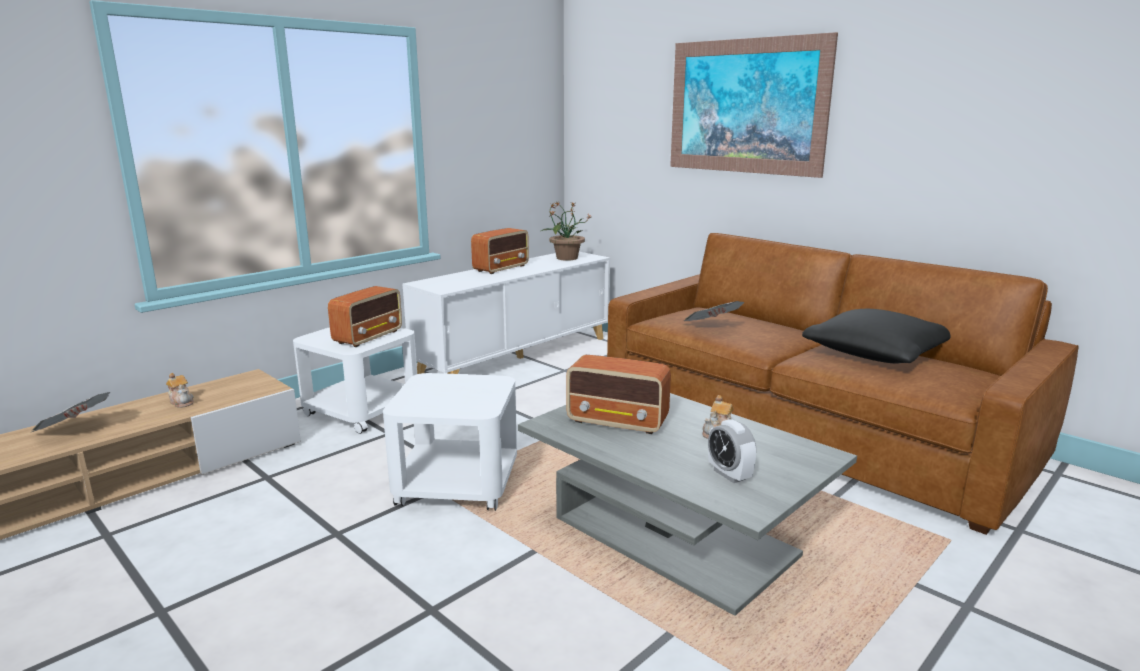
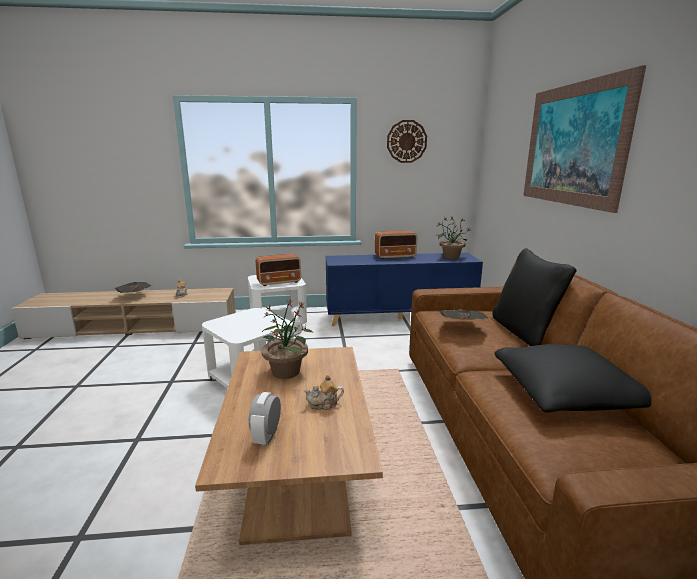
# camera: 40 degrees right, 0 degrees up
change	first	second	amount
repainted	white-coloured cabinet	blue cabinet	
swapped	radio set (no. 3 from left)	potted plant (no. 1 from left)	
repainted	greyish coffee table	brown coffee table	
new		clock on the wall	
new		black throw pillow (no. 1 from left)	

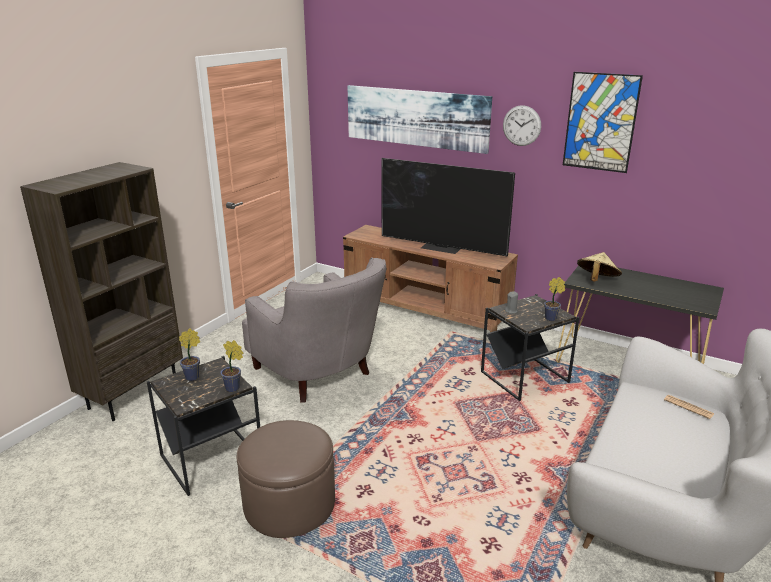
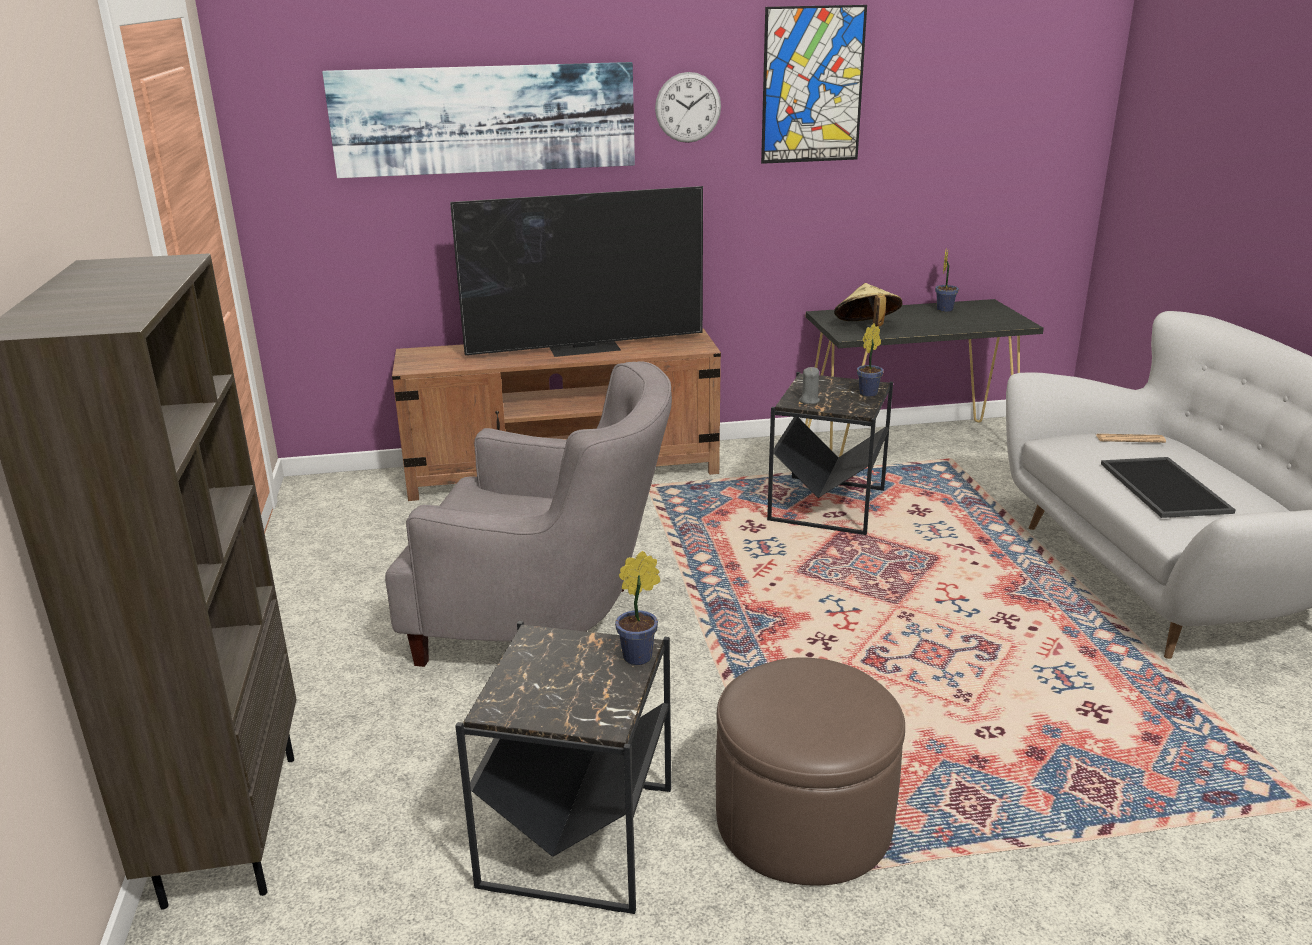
# camera: 40 degrees left, 0 degrees up
change	first	second	amount
shifted	potted plant (no. 1 from left in the first image)	potted plant (no. 3 from left)	
new		carrying tray	

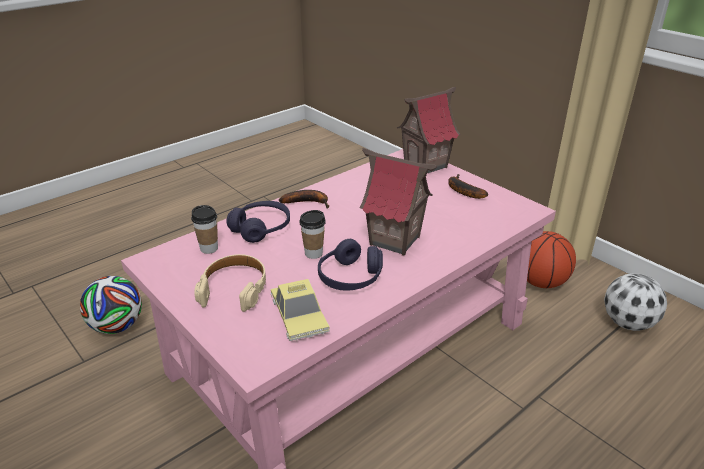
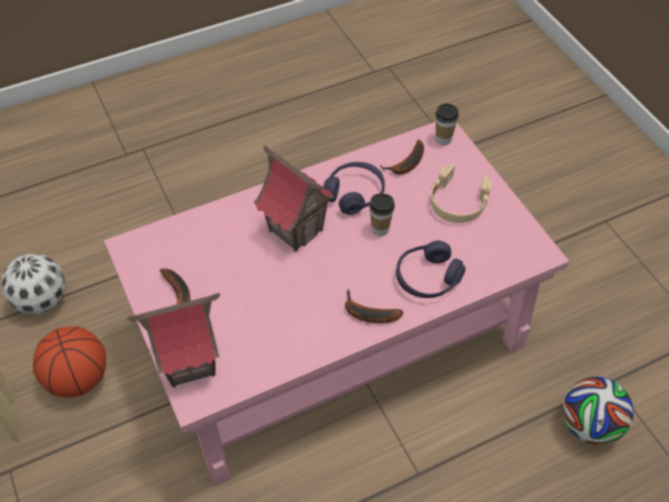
# camera: 165 degrees left, 20 degrees up
change	first	second	amount
shifted	drinking cup (no. 1 from left in the first image)	drinking cup (no. 2 from left)	
swapped	miniature car	banana (no. 3 from left)	

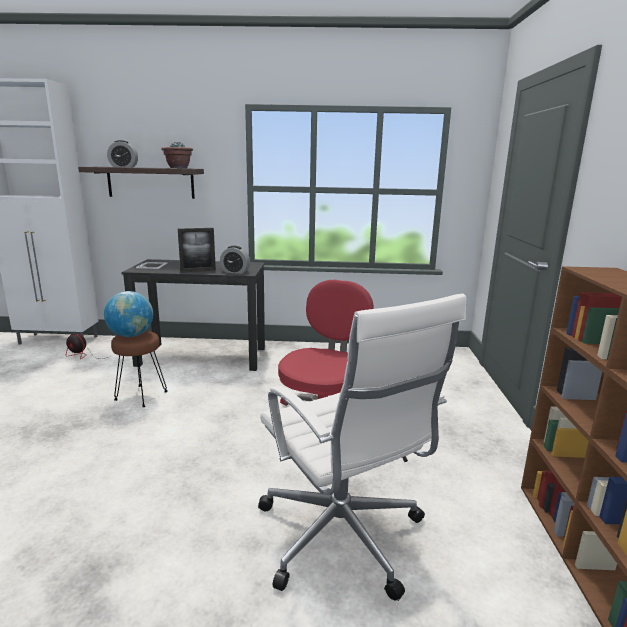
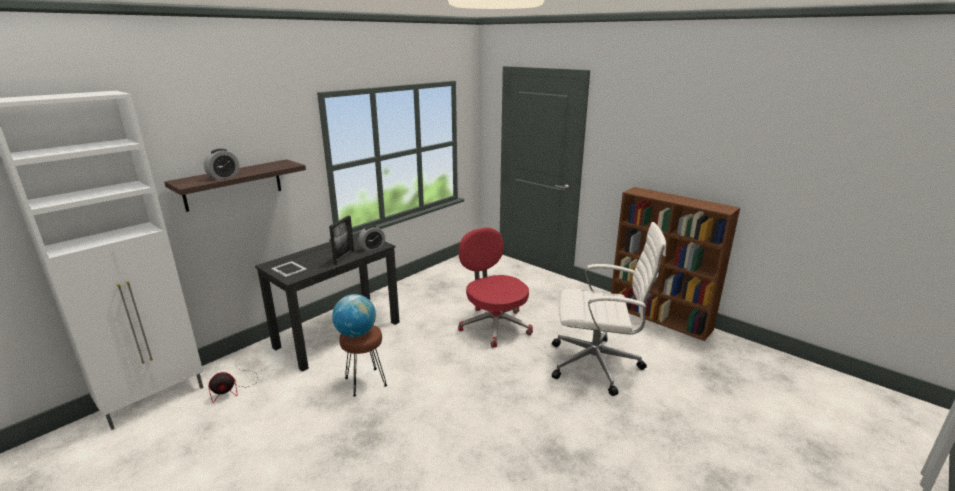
# camera: 50 degrees left, 5 degrees up
change	first	second	amount
gone	potted plant		

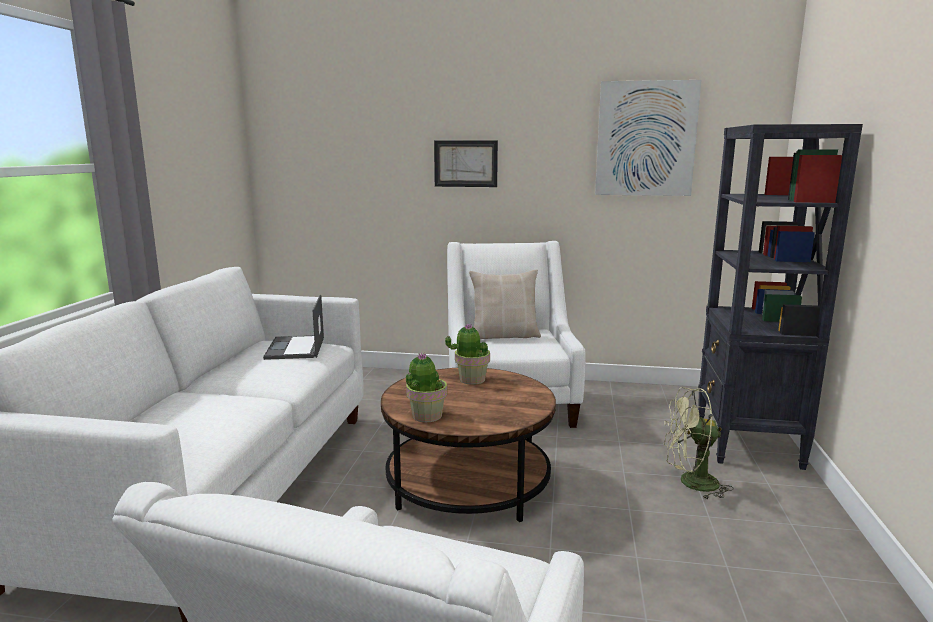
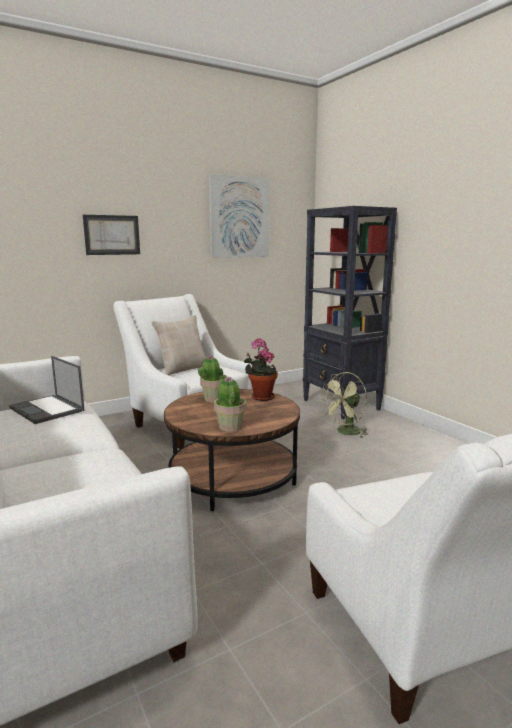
# camera: 40 degrees left, 0 degrees up
change	first	second	amount
new		potted plant (no. 3 from left)	

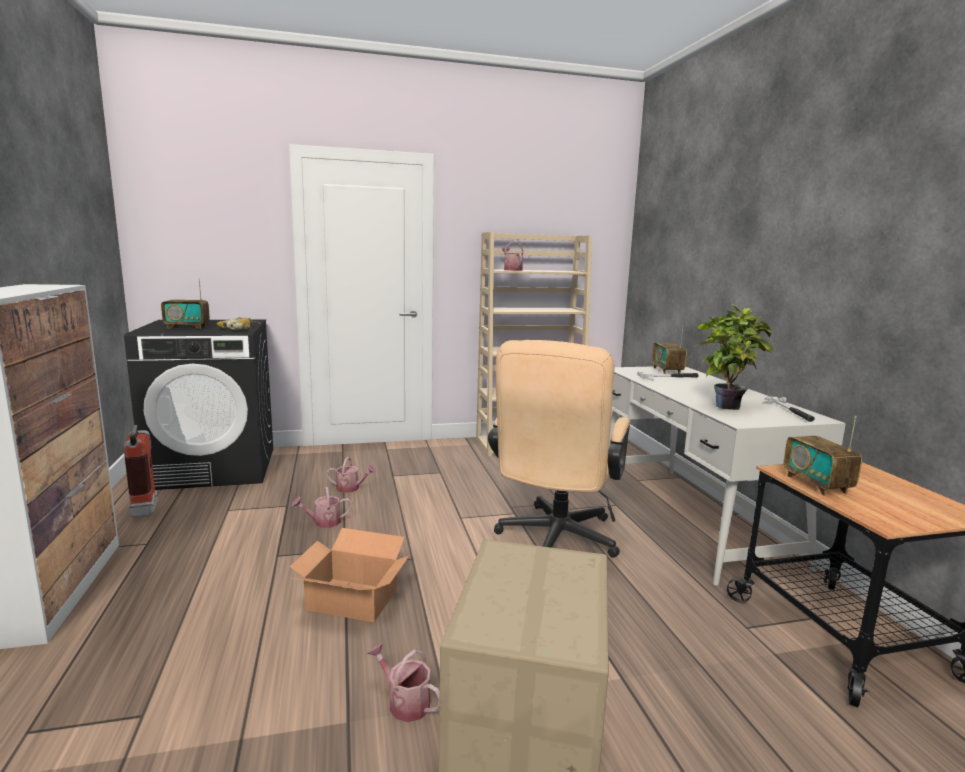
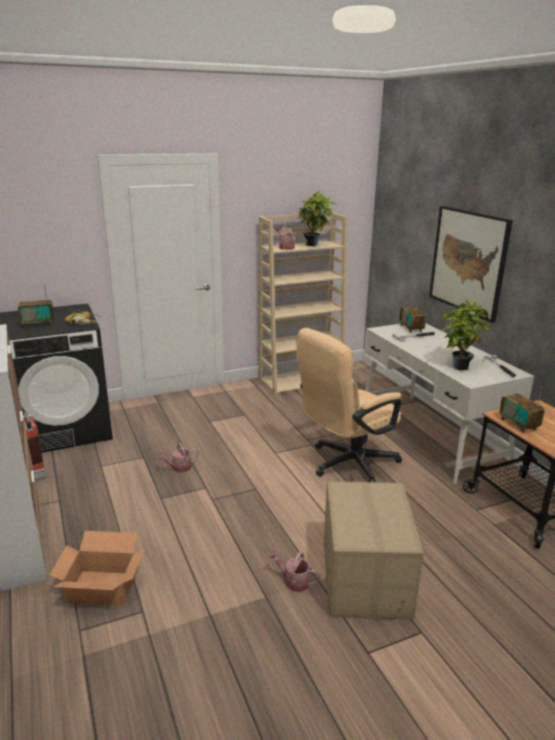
# camera: 10 degrees left, 10 degrees up
change	first	second	amount
rotated	beige desk chair		45 degrees clockwise
gone	watering can (no. 2 from left)		
shifted	cardboard box (no. 1 from left)		
new		potted plant (no. 1 from left)	
new		wall picture	

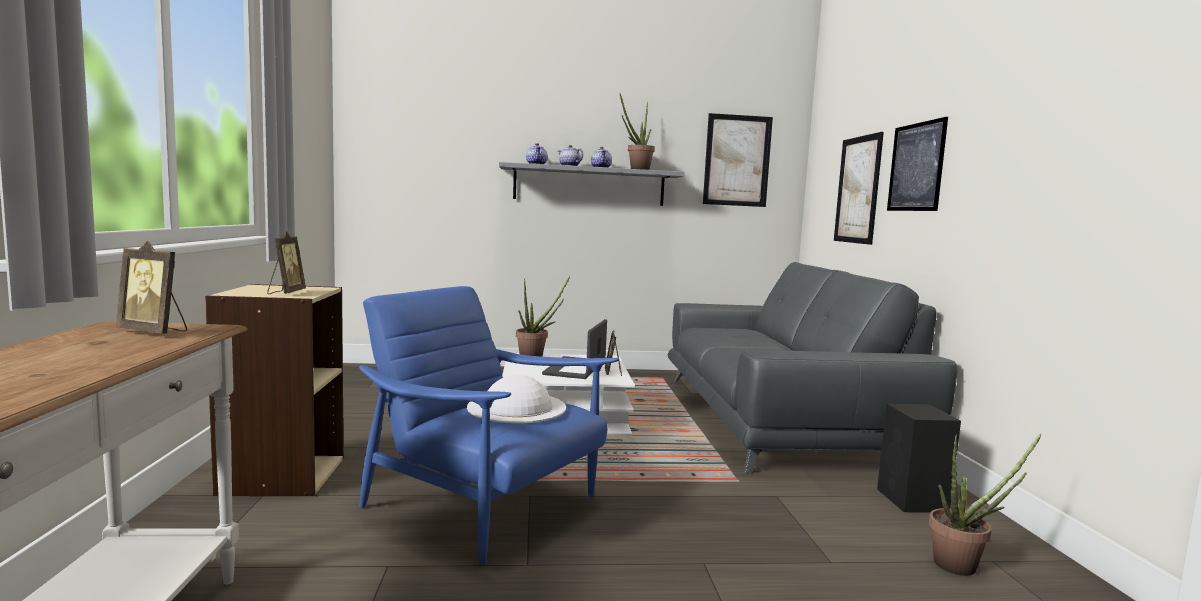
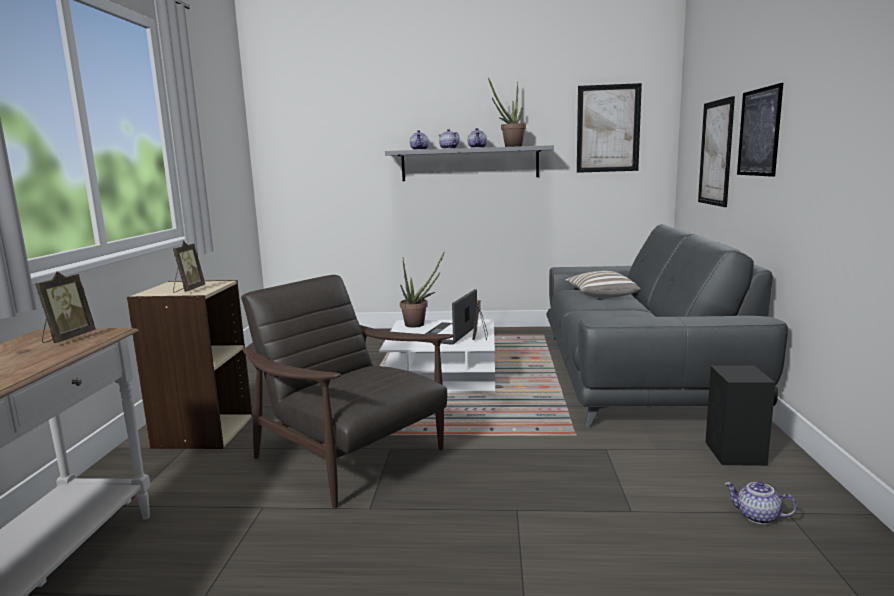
# camera: 10 degrees right, 5 degrees up
change	first	second	amount
rotated	standing frame (no. 1 from left)		105 degrees counterclockwise
repainted	blue easy chair	brown easy chair	
gone	white-coloured wearable hat		
swapped	potted plant (no. 3 from left)	teapot (no. 4 from left)	
new		throw pillow	

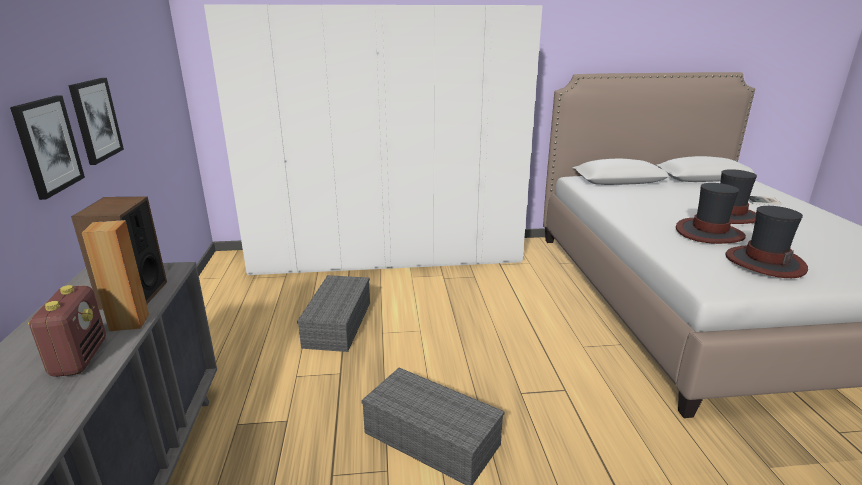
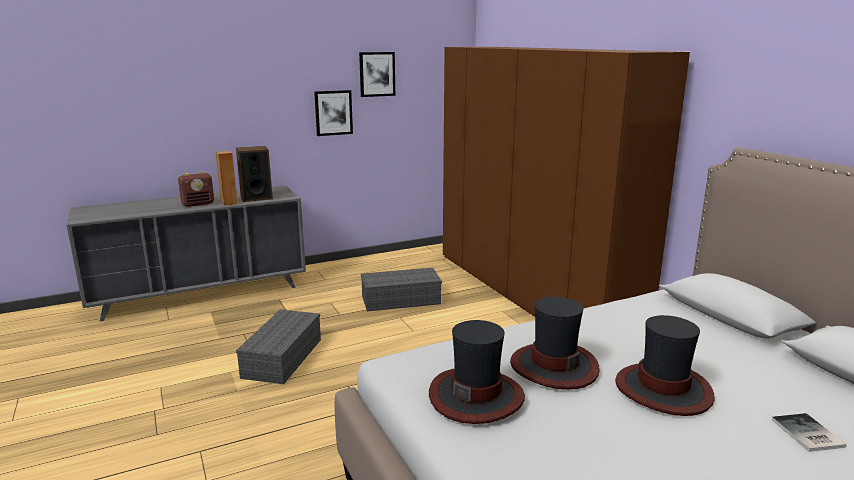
# camera: 70 degrees right, 5 degrees down
change	first	second	amount
repainted	white-coloured armoire	brown armoire	
shifted	wall picture (no. 1 from left in the first image)	wall picture (no. 2 from left)	

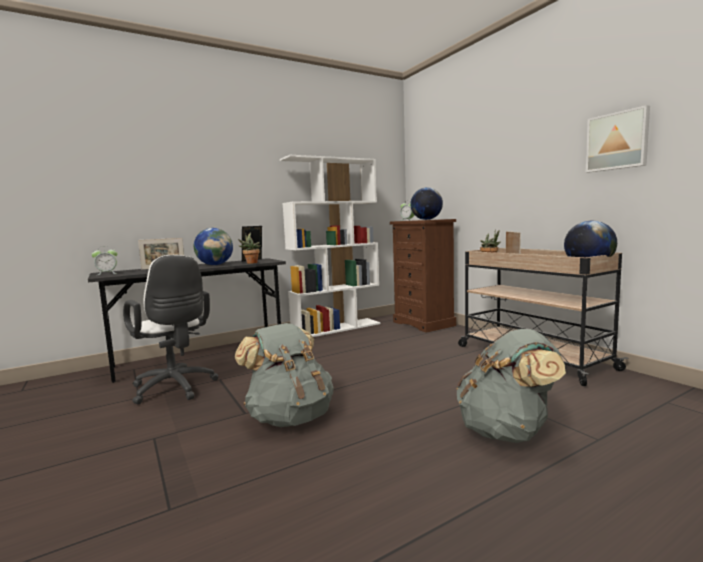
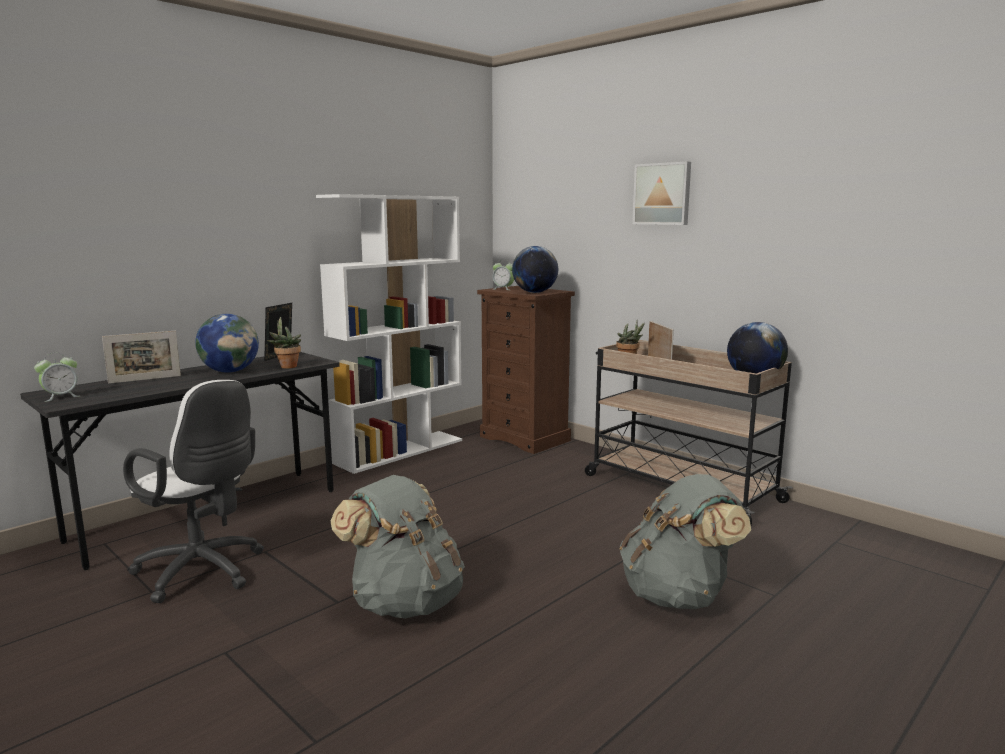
# camera: 15 degrees left, 5 degrees up
change	first	second	amount
shifted	wall picture		

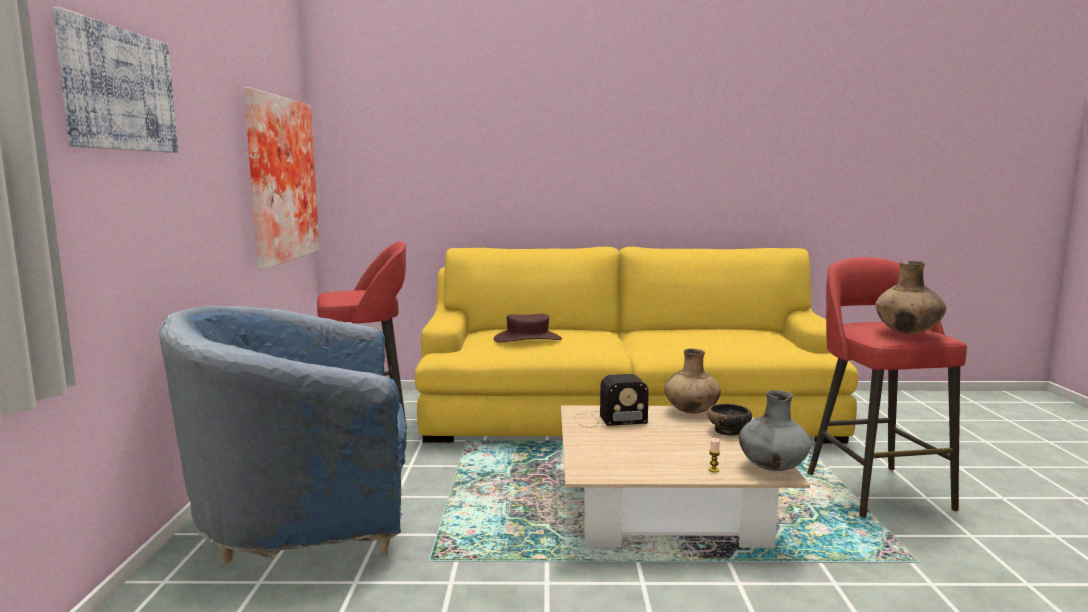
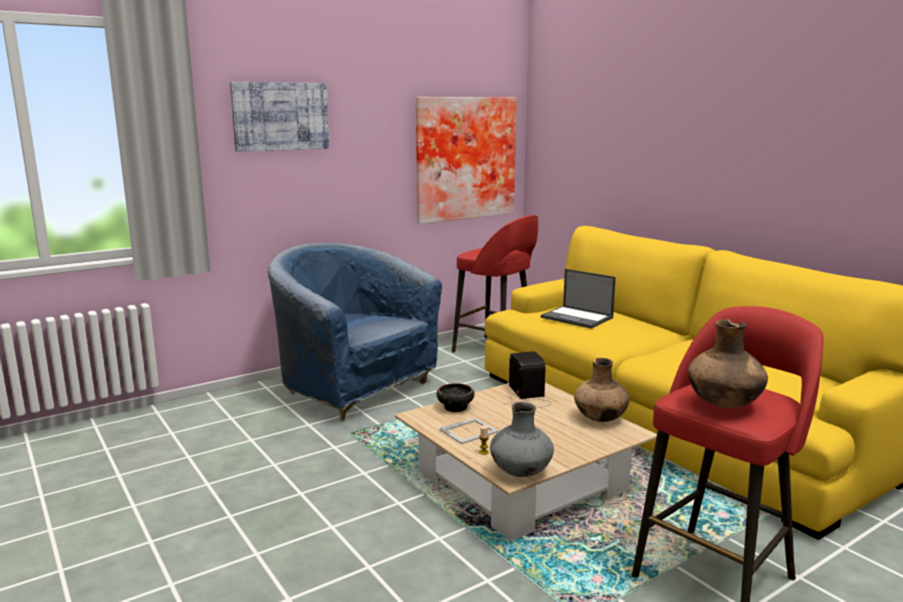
# camera: 55 degrees right, 5 degrees up
change	first	second	amount
swapped	brown wearable hat	notebook computer	
rotated	radio set		150 degrees counterclockwise
shifted	deep dish		
new		standing frame	

